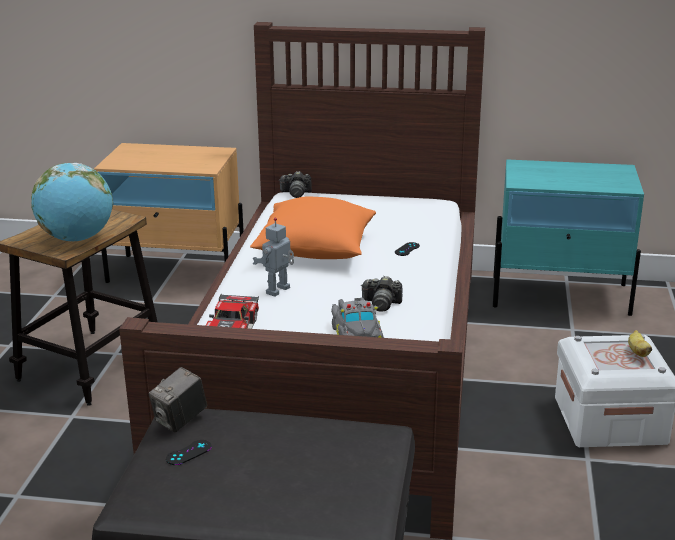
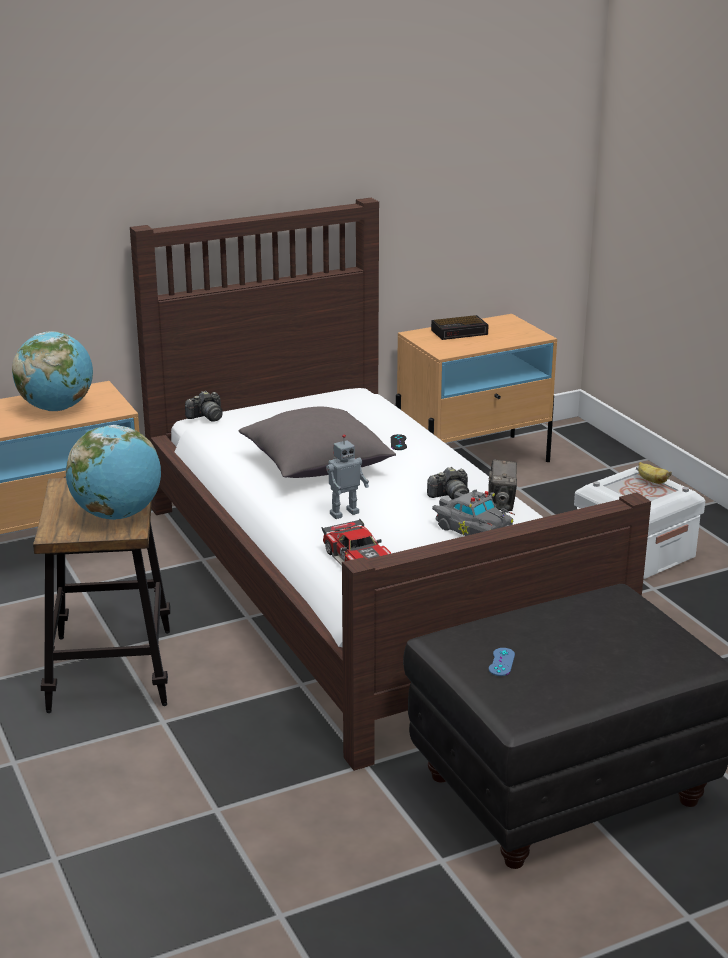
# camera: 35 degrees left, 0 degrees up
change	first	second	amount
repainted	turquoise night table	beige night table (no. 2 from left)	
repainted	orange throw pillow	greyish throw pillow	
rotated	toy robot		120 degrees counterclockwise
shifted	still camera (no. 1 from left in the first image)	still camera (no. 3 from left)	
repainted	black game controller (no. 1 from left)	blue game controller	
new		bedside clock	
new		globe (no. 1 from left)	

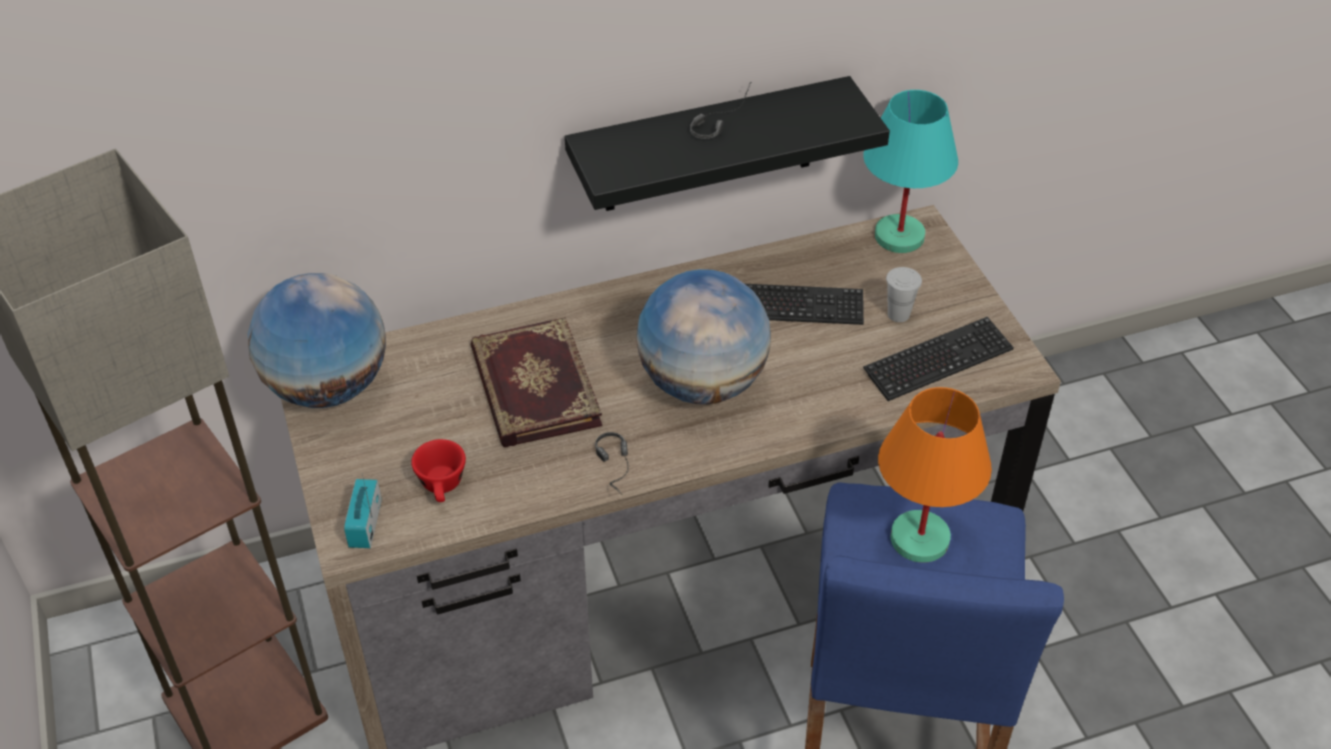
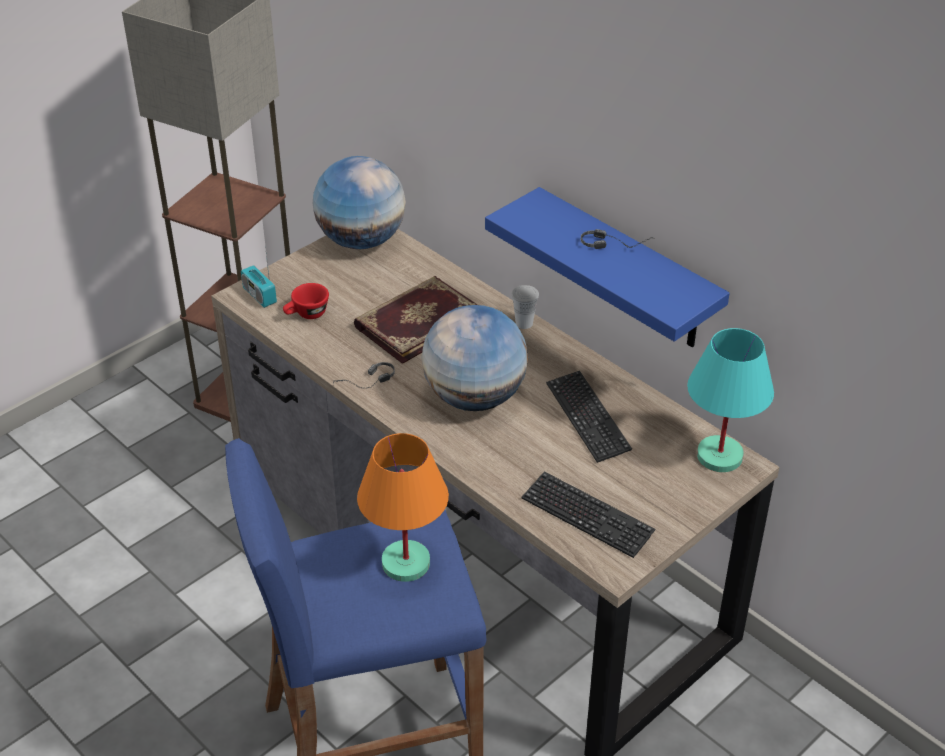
# camera: 65 degrees right, 5 degrees down
change	first	second	amount
repainted	black wall shelf	blue wall shelf	
shifted	white-coloured drinking cup		
rotated	radio set		105 degrees counterclockwise

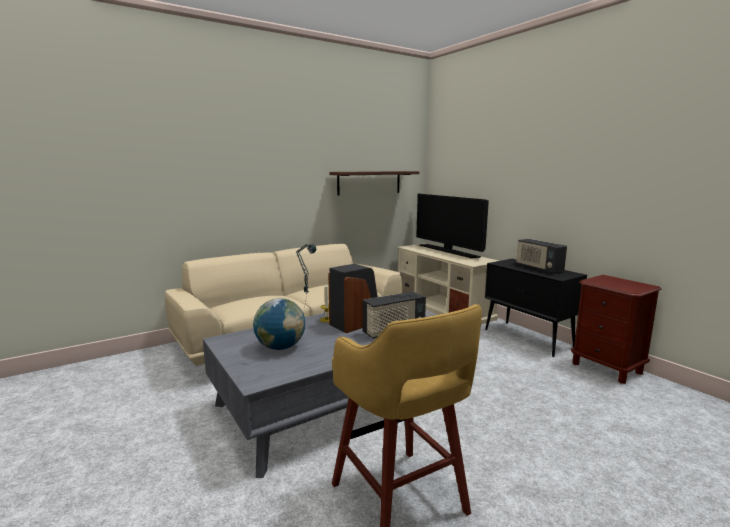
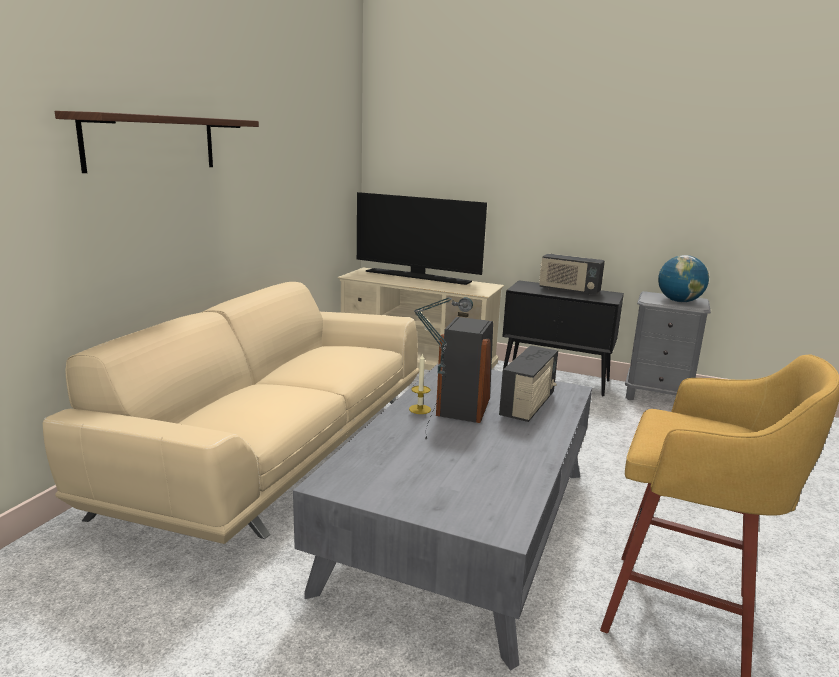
# camera: 35 degrees left, 5 degrees up
change	first	second	amount
shifted	wall shelf		
repainted	brown night table	greyish night table	
shifted	globe		

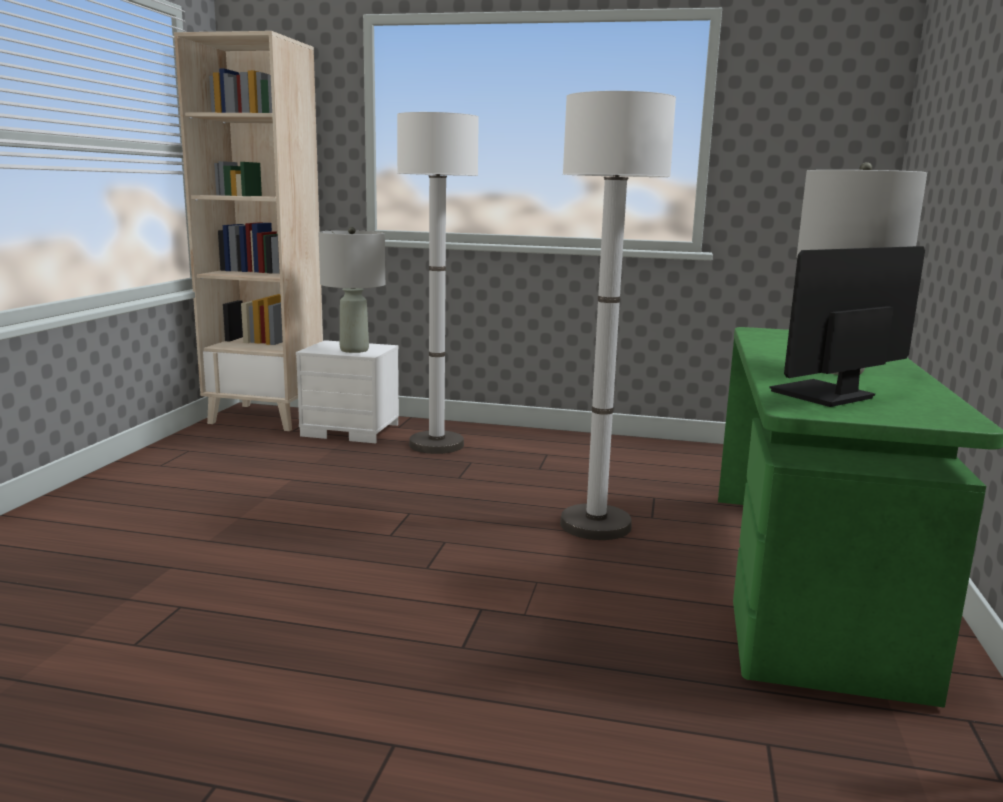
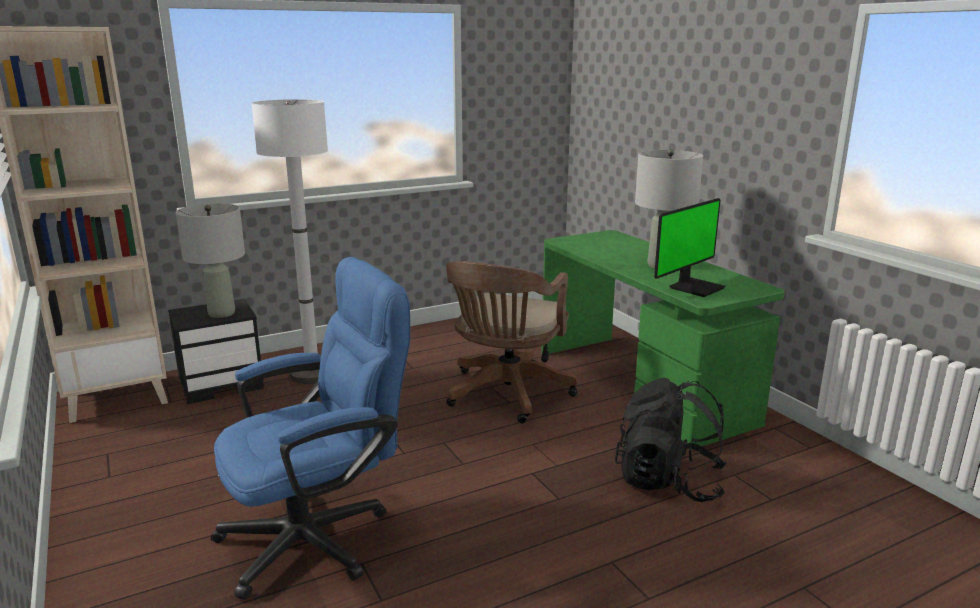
# camera: 40 degrees left, 5 degrees up
change	first	second	amount
swapped	white-coloured standard lamp (no. 2 from left)	brown desk chair	
rotated	computer display		150 degrees counterclockwise
repainted	white-coloured night table	black night table	
new		blue desk chair	
new		black rucksack	

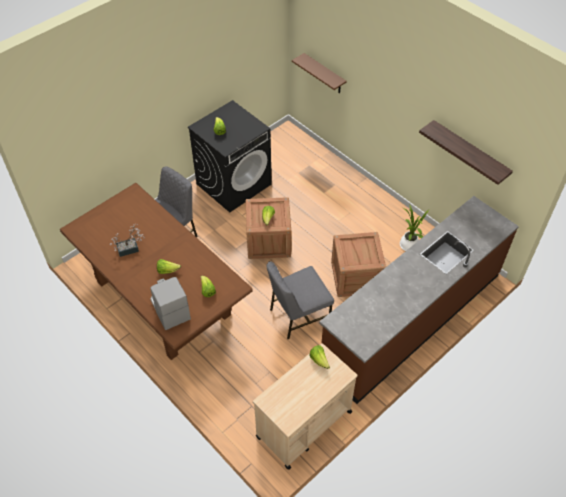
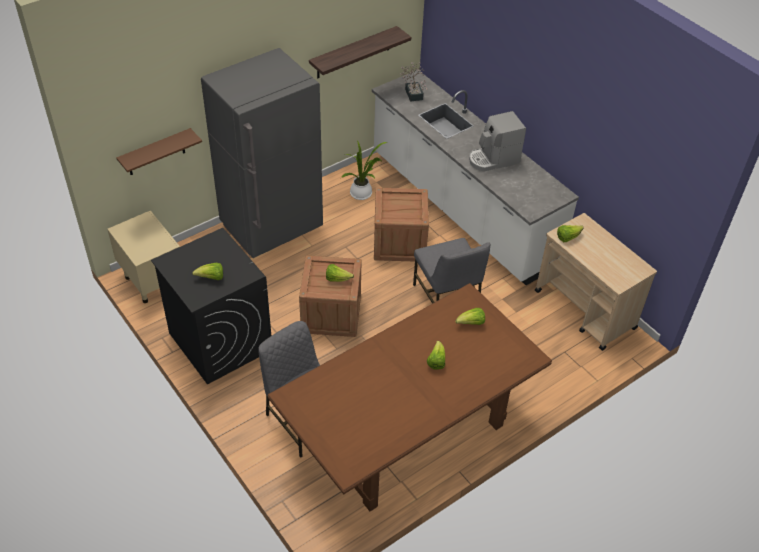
# camera: 85 degrees left, 5 degrees down
change	first	second	amount
repainted	brown counter	white-coloured counter	
shifted	potted plant (no. 1 from left in the first image)	potted plant (no. 2 from left)	
shifted	coffee machine		
new		greyish fridge	
new		beige night table	

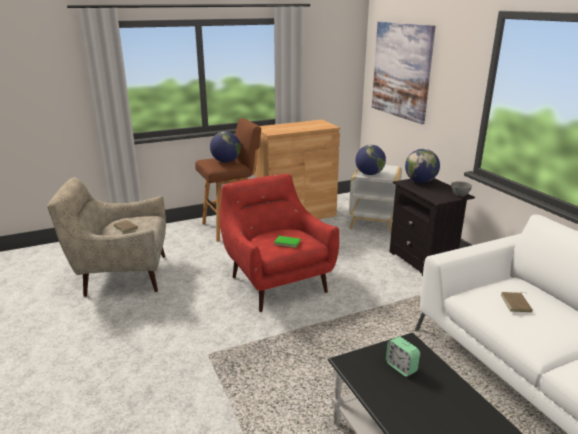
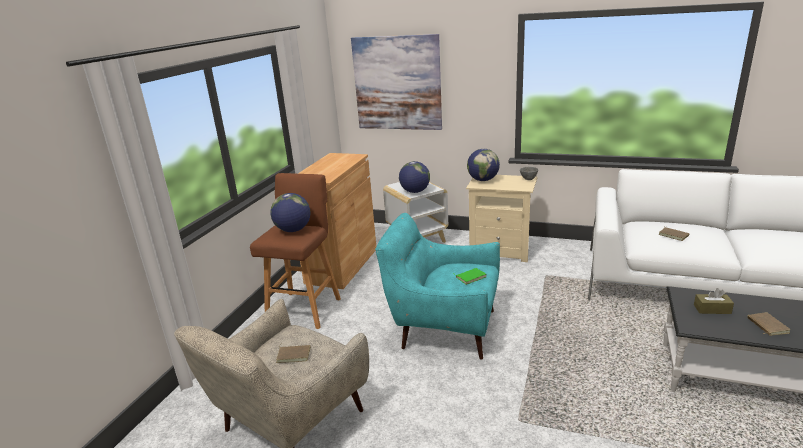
# camera: 45 degrees left, 0 degrees up
change	first	second	amount
repainted	red-coloured easy chair	turquoise easy chair	
repainted	black night table	beige night table	
swapped	bedside clock	brown tissue box	
new		brown volume (no. 3 from left)	

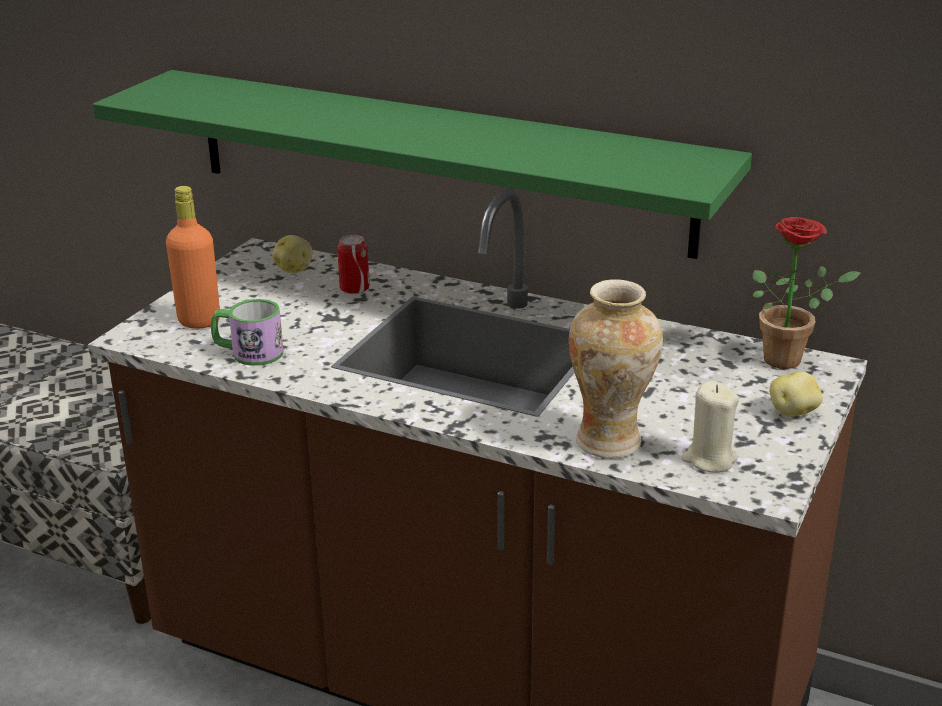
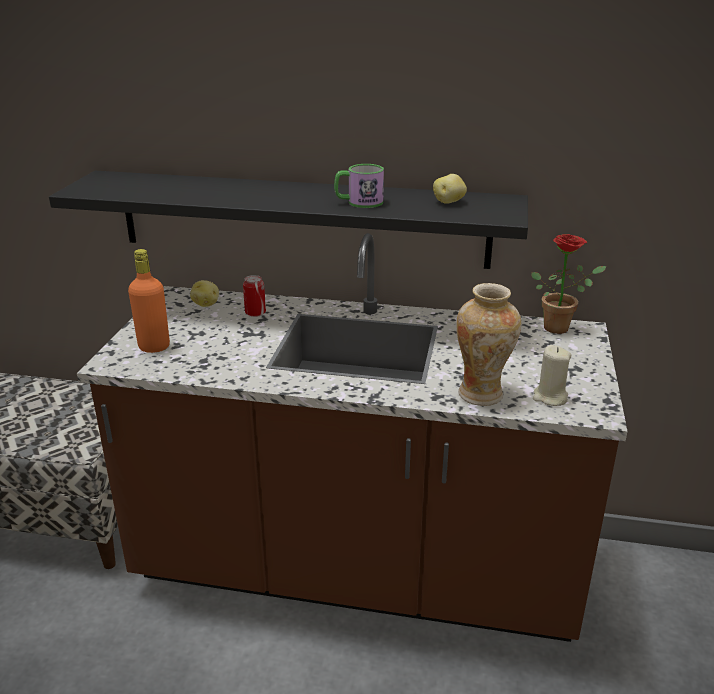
# camera: 15 degrees left, 0 degrees up
change	first	second	amount
repainted	greenish wall shelf	black wall shelf	
shifted	tea mug		
shifted	whole potato (no. 2 from left)		

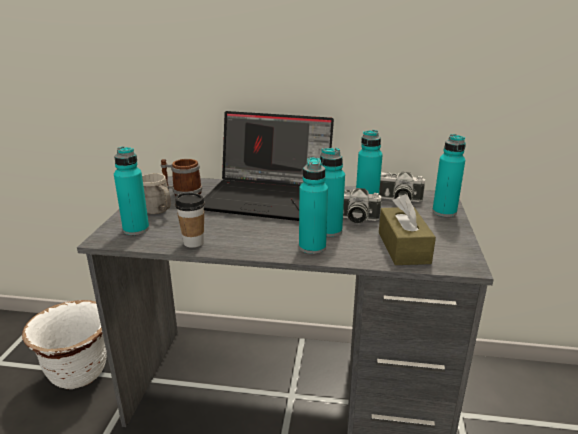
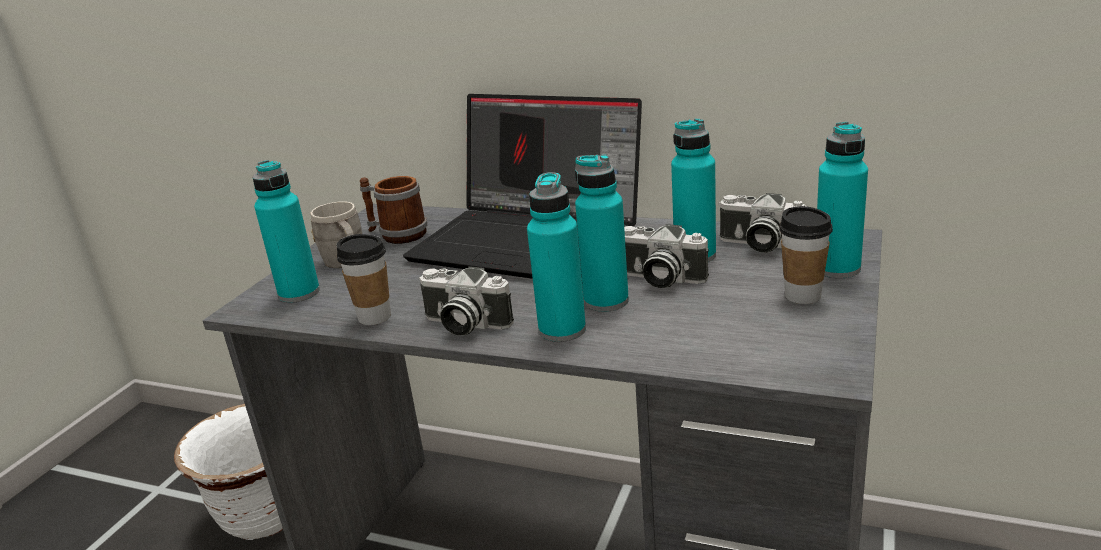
# camera: 15 degrees right, 0 degrees up
change	first	second	amount
gone	brown tissue box		
new		drinking cup (no. 2 from left)	
new		still camera (no. 1 from left)	

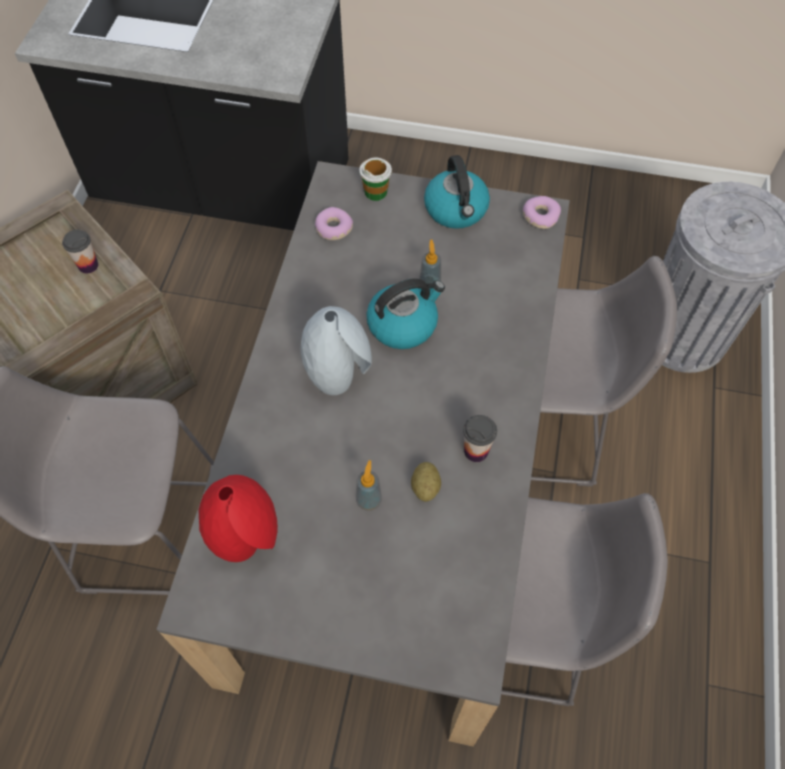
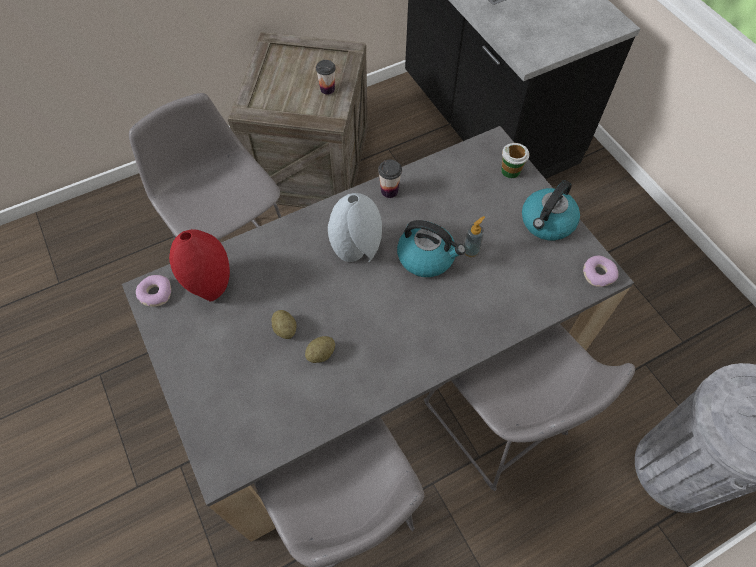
# camera: 50 degrees right, 0 degrees up
change	first	second	amount
shifted	ring doughnut (no. 1 from left)		
shifted	drinking cup (no. 3 from left in the first image)	drinking cup (no. 2 from left)	
swapped	liquid soap bottle (no. 1 from left)	whole potato (no. 1 from left)	

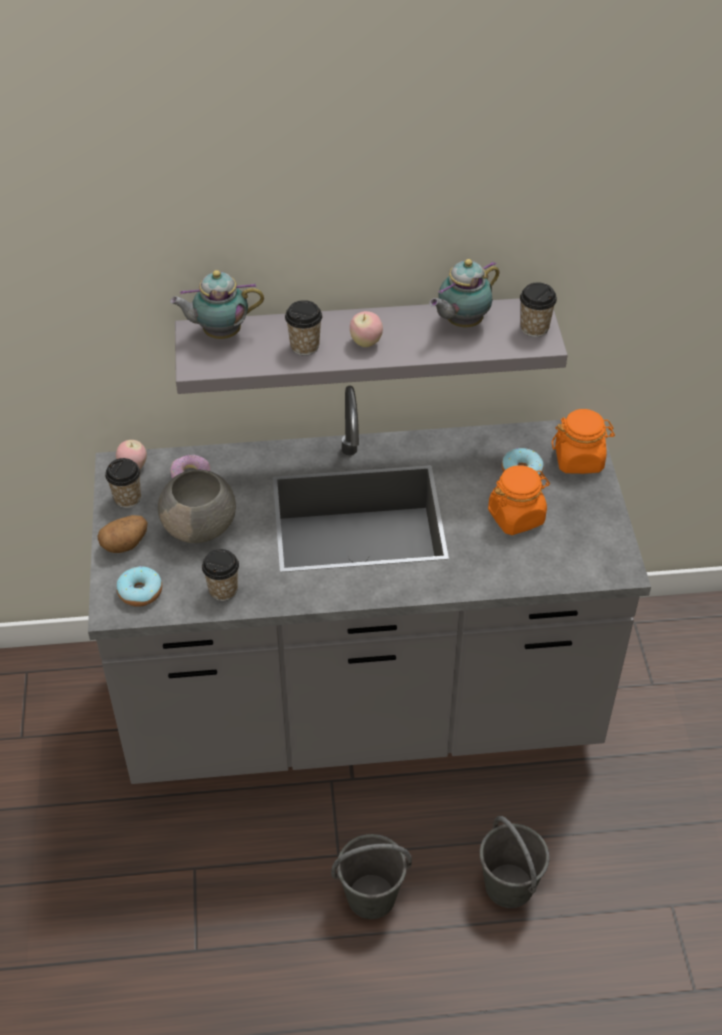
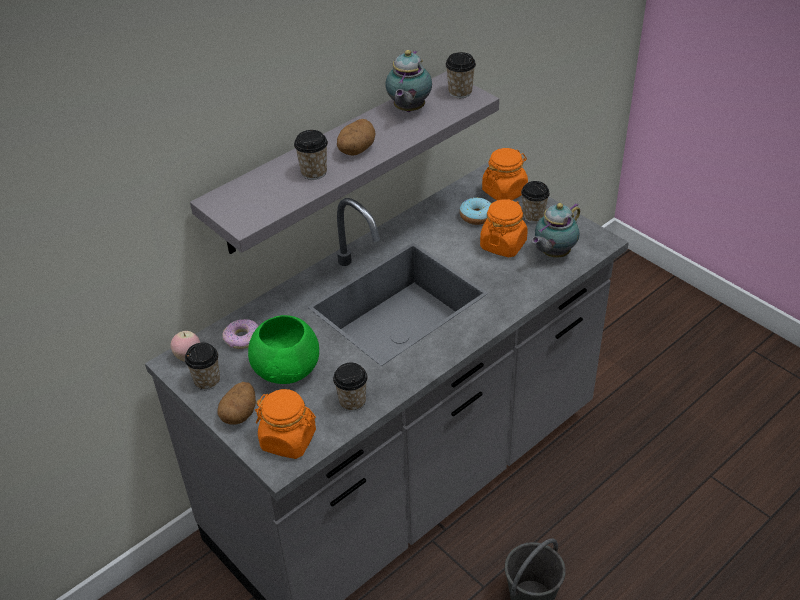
# camera: 35 degrees left, 5 degrees down
change	first	second	amount
shifted	teapot (no. 1 from left in the first image)	teapot (no. 2 from left)	
swapped	apple (no. 2 from left)	whole potato (no. 2 from left)	
repainted	greyish deep dish	greenish deep dish	
swapped	ring doughnut (no. 1 from left)	orange preserve jar (no. 1 from left)	
gone	greyish pail (no. 2 from left)		
new		drinking cup (no. 5 from left)	

